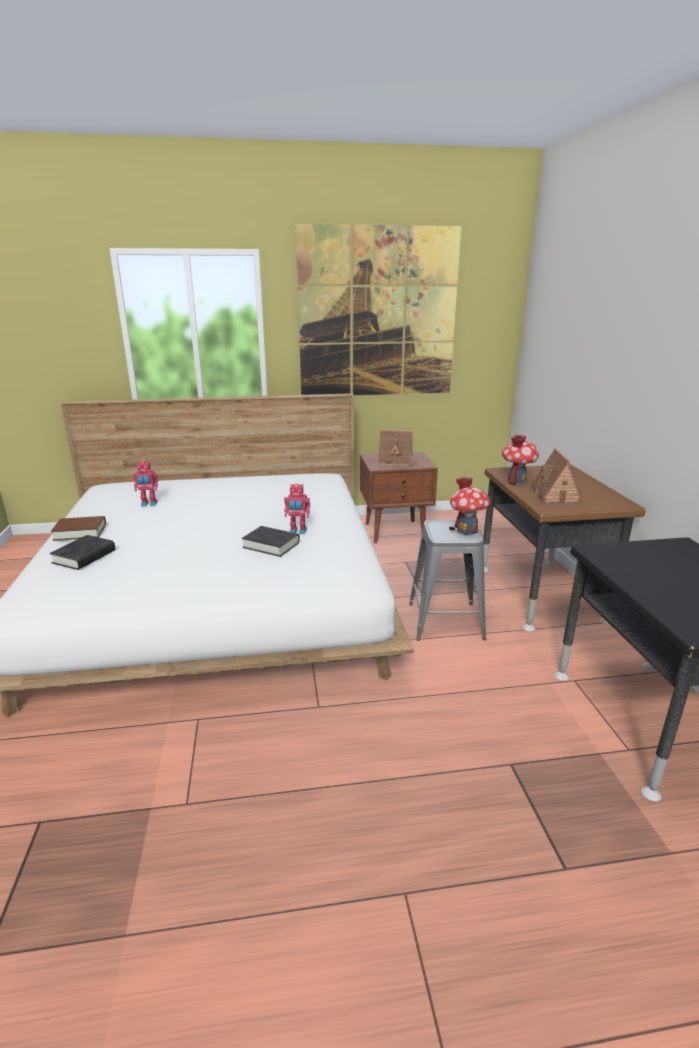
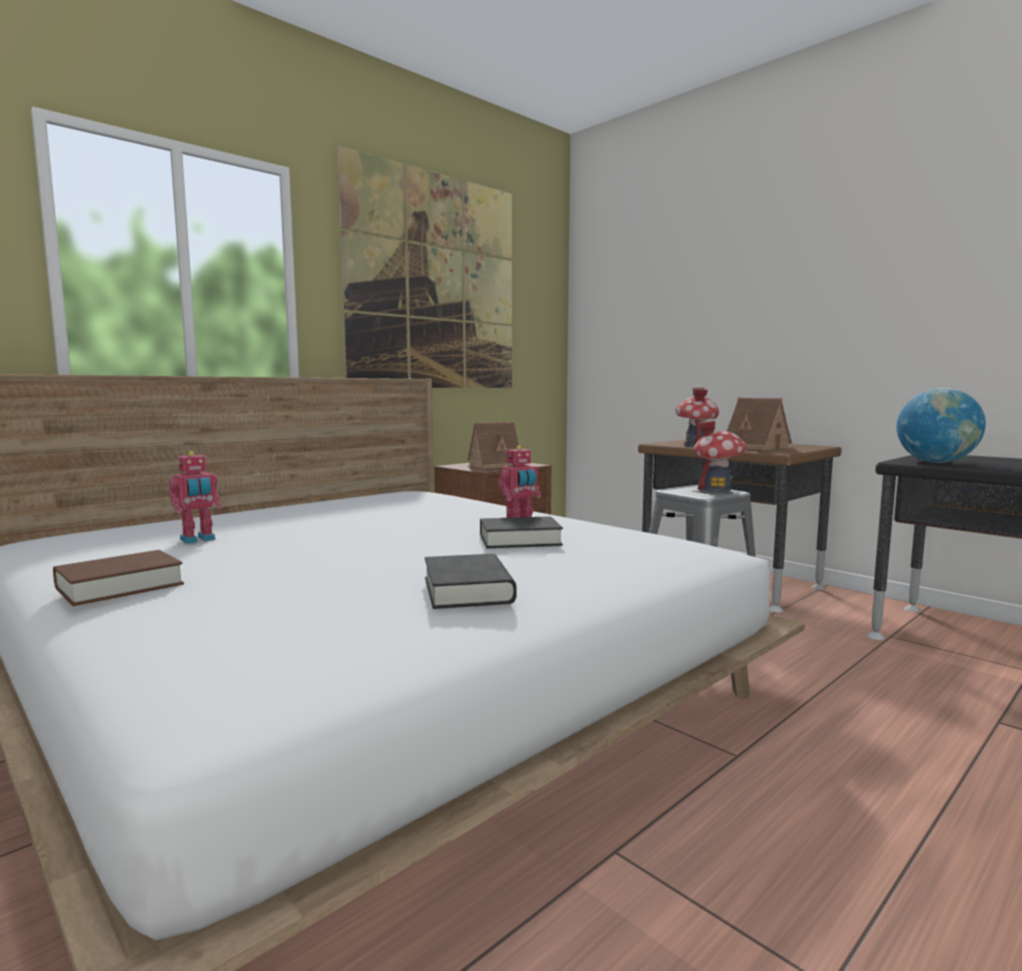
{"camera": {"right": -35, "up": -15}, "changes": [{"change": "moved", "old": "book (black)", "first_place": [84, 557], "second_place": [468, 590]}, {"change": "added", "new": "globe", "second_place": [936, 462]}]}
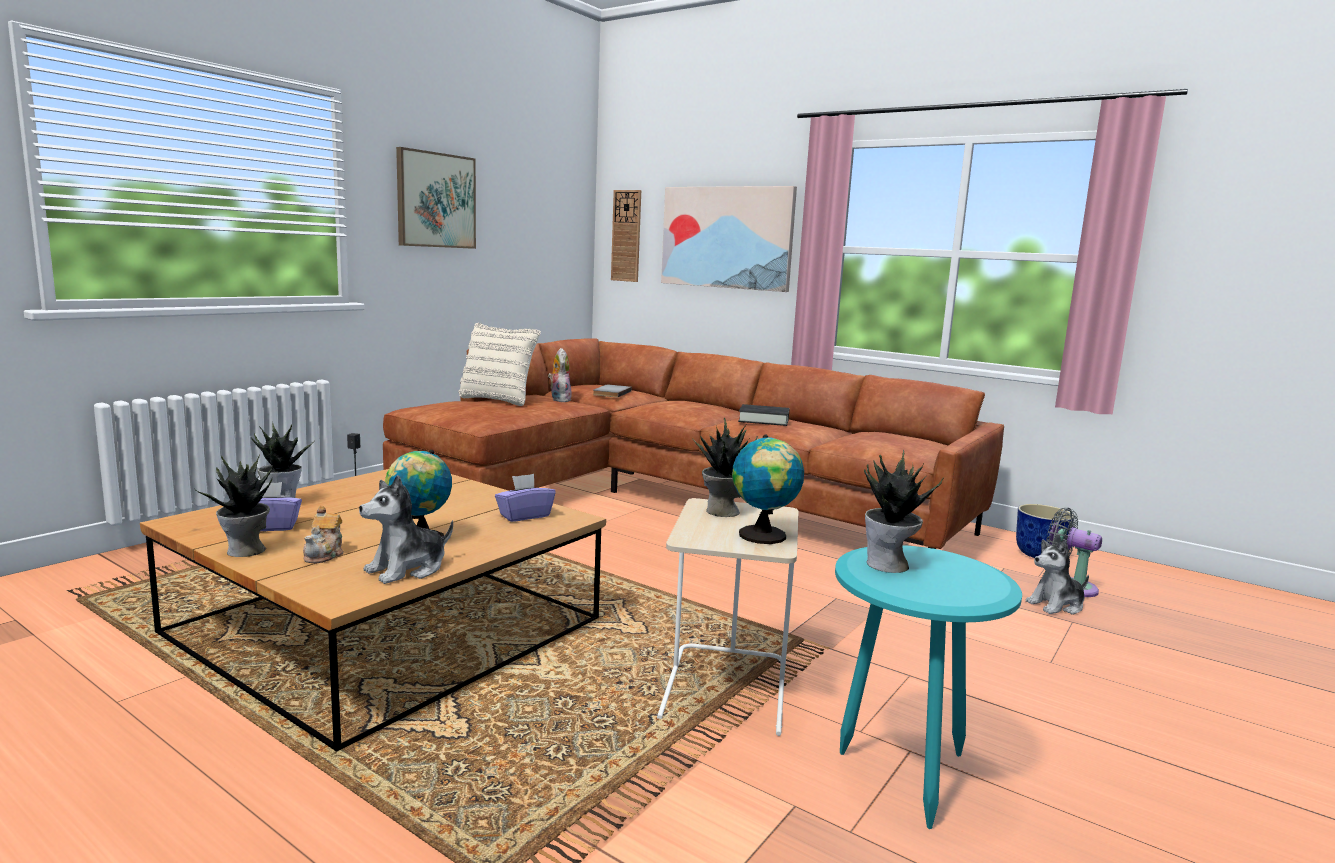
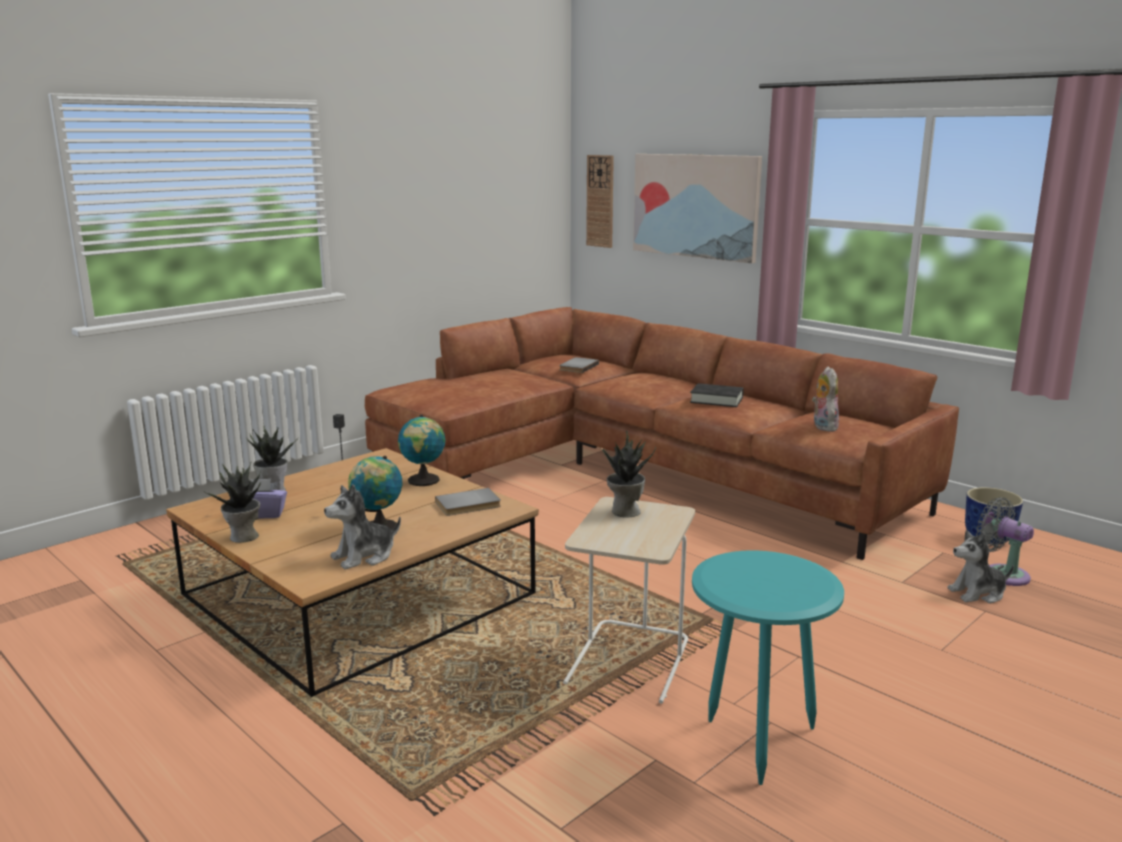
{"camera": {"right": 10, "up": 5}, "changes": [{"change": "removed", "old": "teapot", "first_place": [325, 554]}, {"change": "removed", "old": "picture", "first_place": [436, 200]}, {"change": "removed", "old": "pillow (beige)", "first_place": [498, 400]}, {"change": "replaced", "old": "tissue box (purple)", "new": "book (grey)", "first_place": [524, 515], "second_place": [469, 505]}, {"change": "moved", "old": "plush toy", "first_place": [559, 400], "second_place": [822, 426]}, {"change": "moved", "old": "globe", "first_place": [764, 537], "second_place": [423, 481]}, {"change": "removed", "old": "potted plant", "first_place": [888, 565]}]}
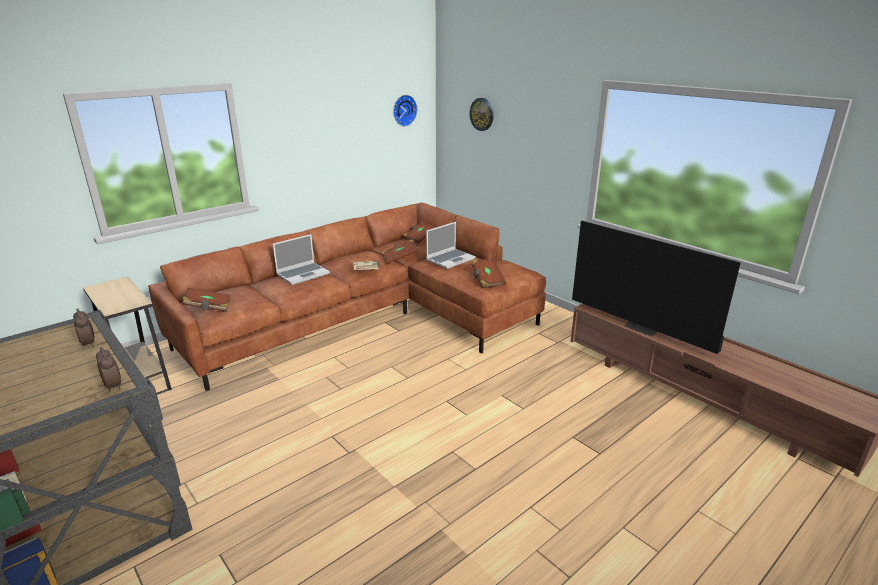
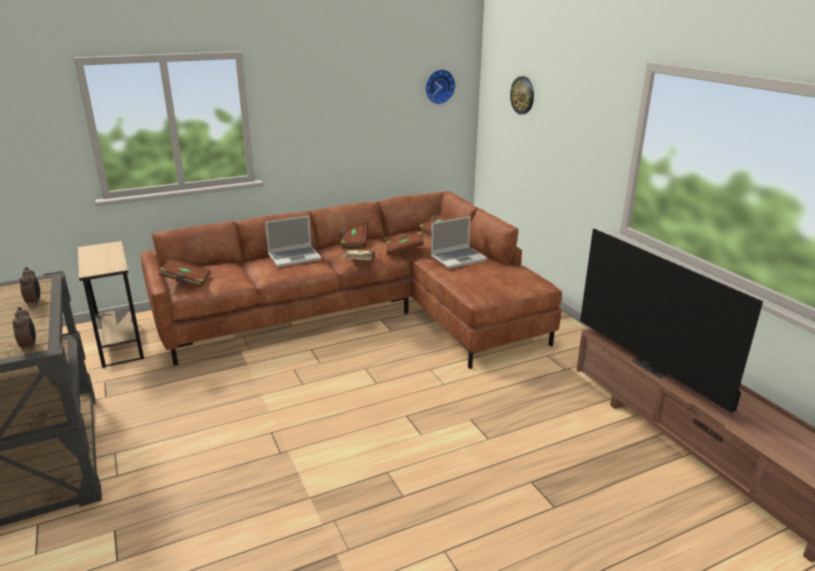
{"camera": {"right": 15, "up": 0}, "changes": [{"change": "moved", "old": "book (brown)", "first_place": [487, 280], "second_place": [354, 241]}]}
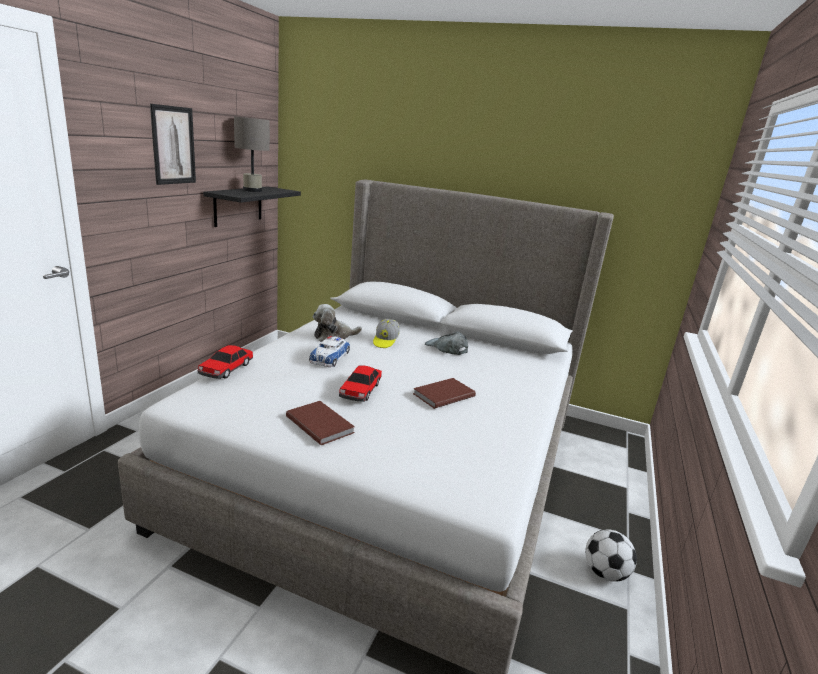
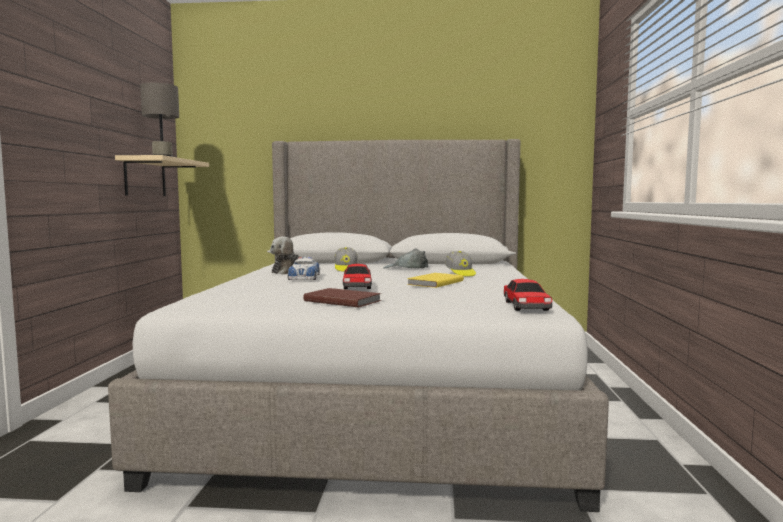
{"camera": {"right": -15, "up": -15}, "changes": [{"change": "removed", "old": "picture", "first_place": [173, 145]}, {"change": "moved", "old": "toy car", "first_place": [226, 369], "second_place": [526, 306]}, {"change": "recoloured", "old": "shelf (black)", "new": "shelf (beige)", "first_place": [238, 206], "second_place": [145, 177]}, {"change": "recoloured", "old": "book (brown)", "new": "book (yellow)", "first_place": [442, 395], "second_place": [434, 282]}, {"change": "removed", "old": "football", "first_place": [605, 573]}, {"change": "added", "new": "cap", "second_place": [460, 273]}]}
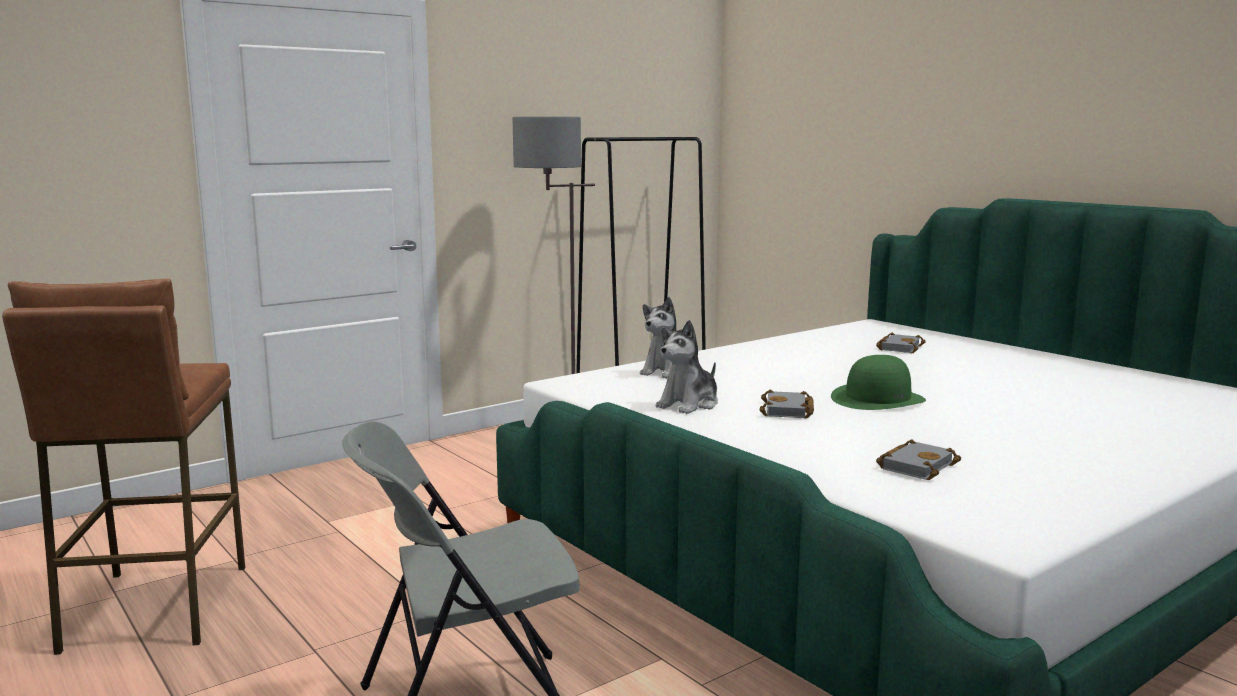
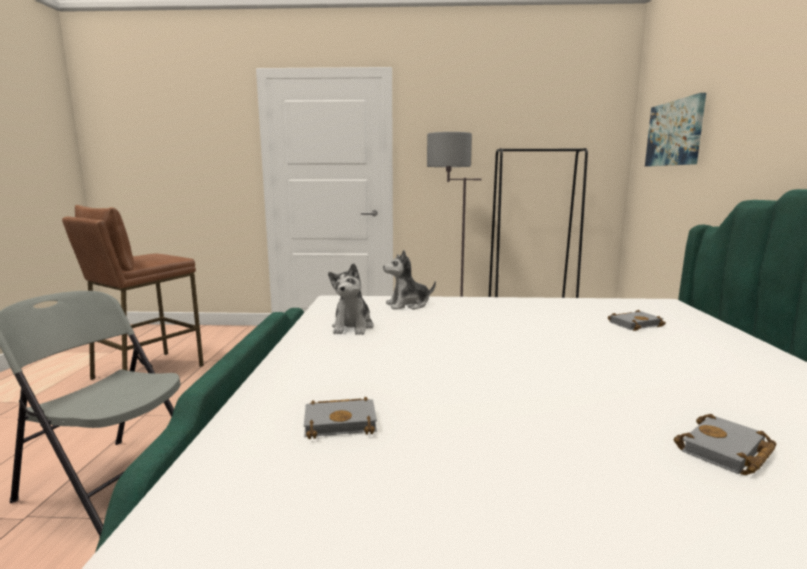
{"camera": {"right": 40, "up": 0}, "changes": [{"change": "turned", "old": "plush toy", "first_place": [689, 404], "second_place": [352, 327], "degrees": -75}, {"change": "moved", "old": "book (grey)", "first_place": [788, 411], "second_place": [726, 452]}, {"change": "removed", "old": "hat (green)", "first_place": [878, 399]}, {"change": "added", "new": "picture", "second_place": [674, 133]}]}
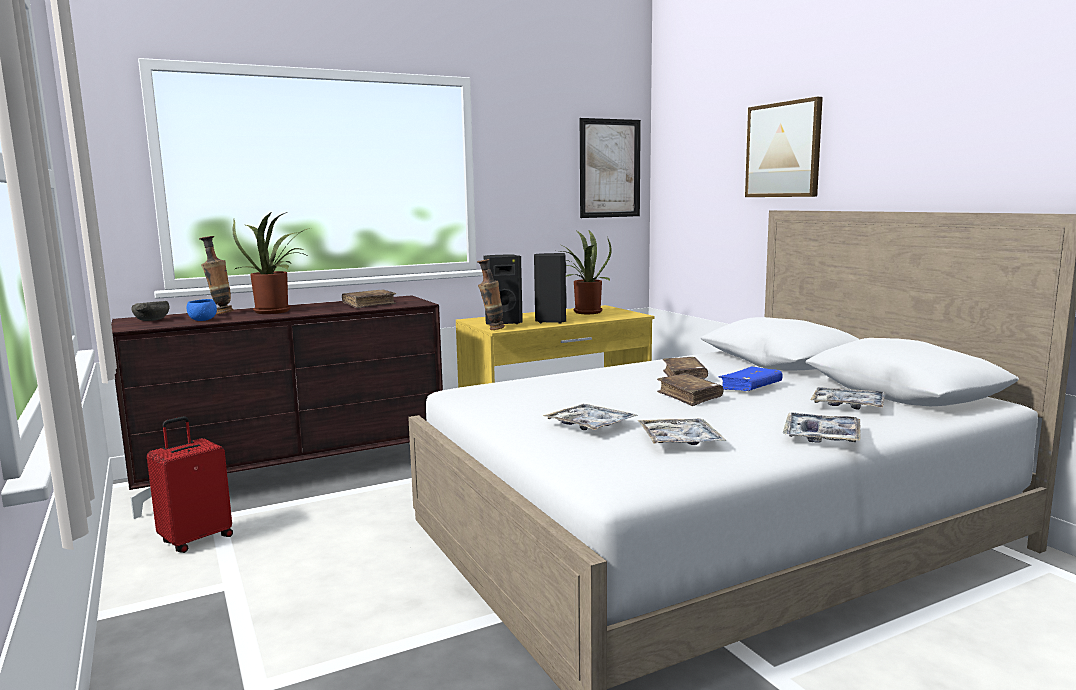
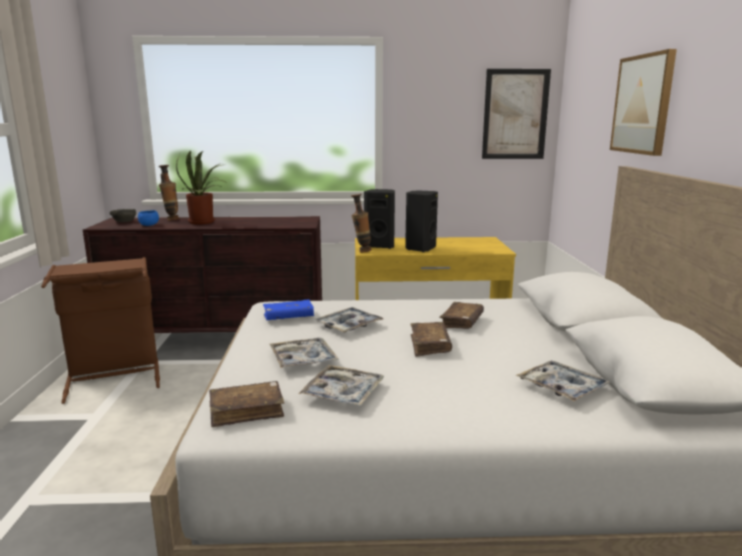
{"camera": {"right": 25, "up": 5}, "changes": [{"change": "replaced", "old": "suitcase (red)", "new": "laundry basket (brown)", "first_place": [196, 539], "second_place": [114, 376]}, {"change": "moved", "old": "book (brown)", "first_place": [369, 305], "second_place": [246, 411]}, {"change": "removed", "old": "potted plant", "first_place": [584, 312]}, {"change": "moved", "old": "book (blue)", "first_place": [750, 387], "second_place": [288, 317]}, {"change": "moved", "old": "tray", "first_place": [821, 436], "second_place": [348, 326]}]}
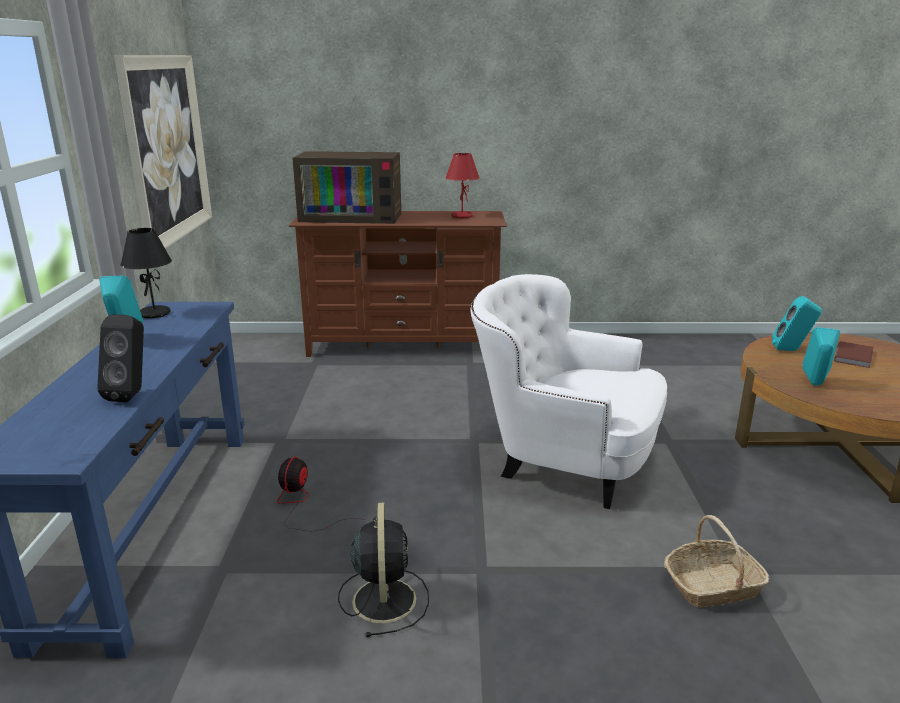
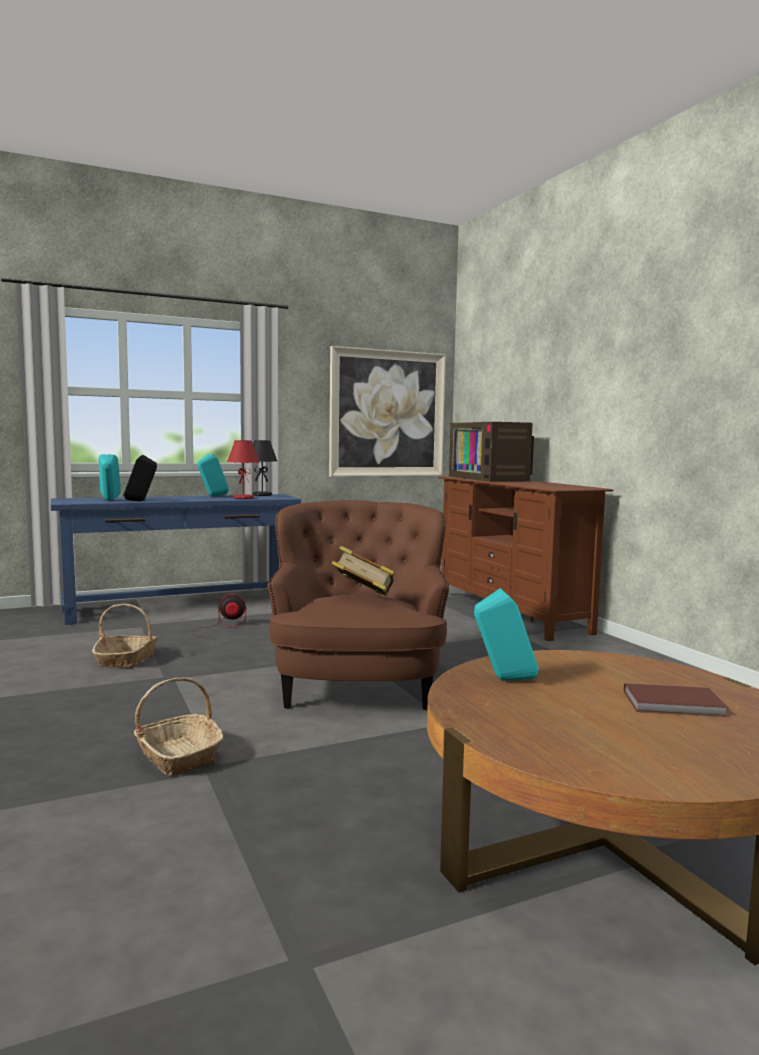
{"camera": {"right": 65, "up": -15}, "changes": [{"change": "replaced", "old": "fan (black)", "new": "basket", "first_place": [384, 598], "second_place": [127, 659]}, {"change": "moved", "old": "table lamp (red)", "first_place": [461, 216], "second_place": [243, 498]}, {"change": "recoloured", "old": "armchair (white)", "new": "armchair (brown)", "first_place": [563, 461], "second_place": [358, 684]}, {"change": "moved", "old": "speaker (turquoise)", "first_place": [791, 350], "second_place": [109, 501]}, {"change": "added", "new": "book", "second_place": [363, 598]}]}
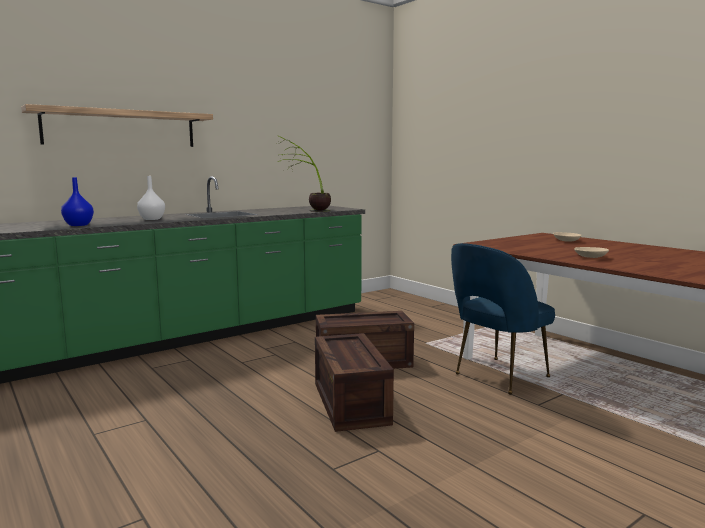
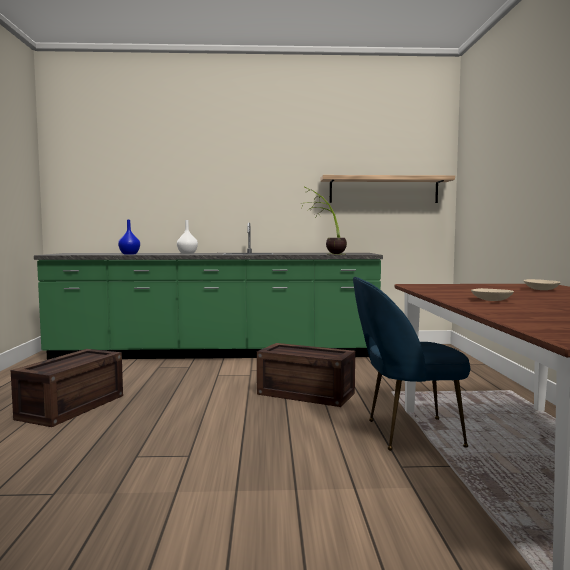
{"camera": {"right": 35, "up": -5}, "changes": [{"change": "moved", "old": "shelf", "first_place": [121, 128], "second_place": [383, 190]}, {"change": "moved", "old": "crate", "first_place": [348, 402], "second_place": [72, 406]}]}
